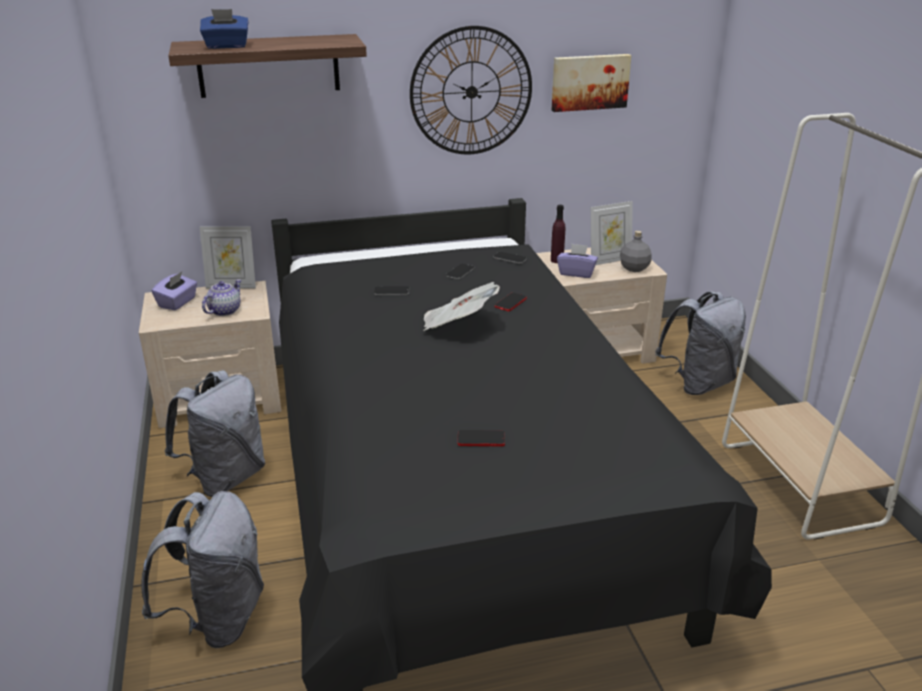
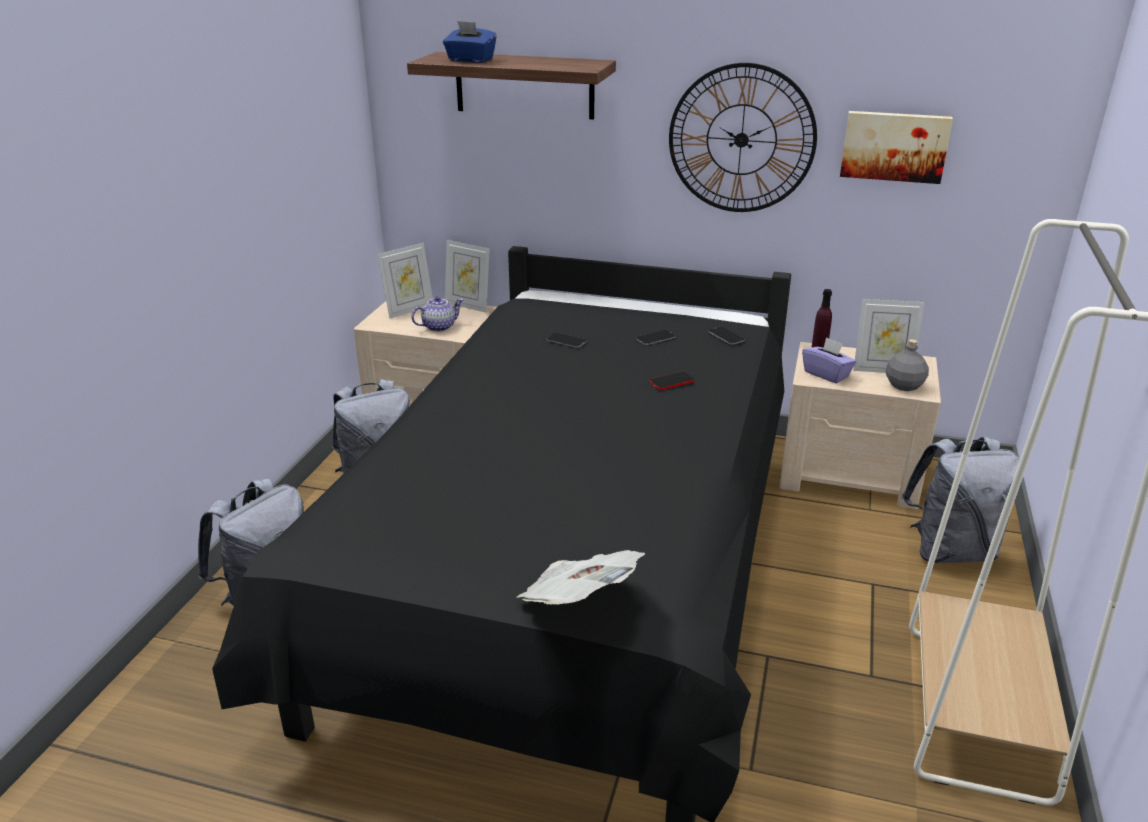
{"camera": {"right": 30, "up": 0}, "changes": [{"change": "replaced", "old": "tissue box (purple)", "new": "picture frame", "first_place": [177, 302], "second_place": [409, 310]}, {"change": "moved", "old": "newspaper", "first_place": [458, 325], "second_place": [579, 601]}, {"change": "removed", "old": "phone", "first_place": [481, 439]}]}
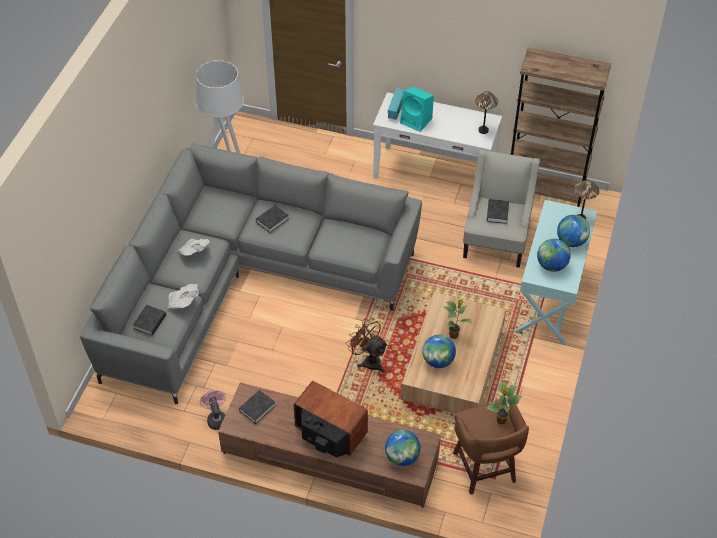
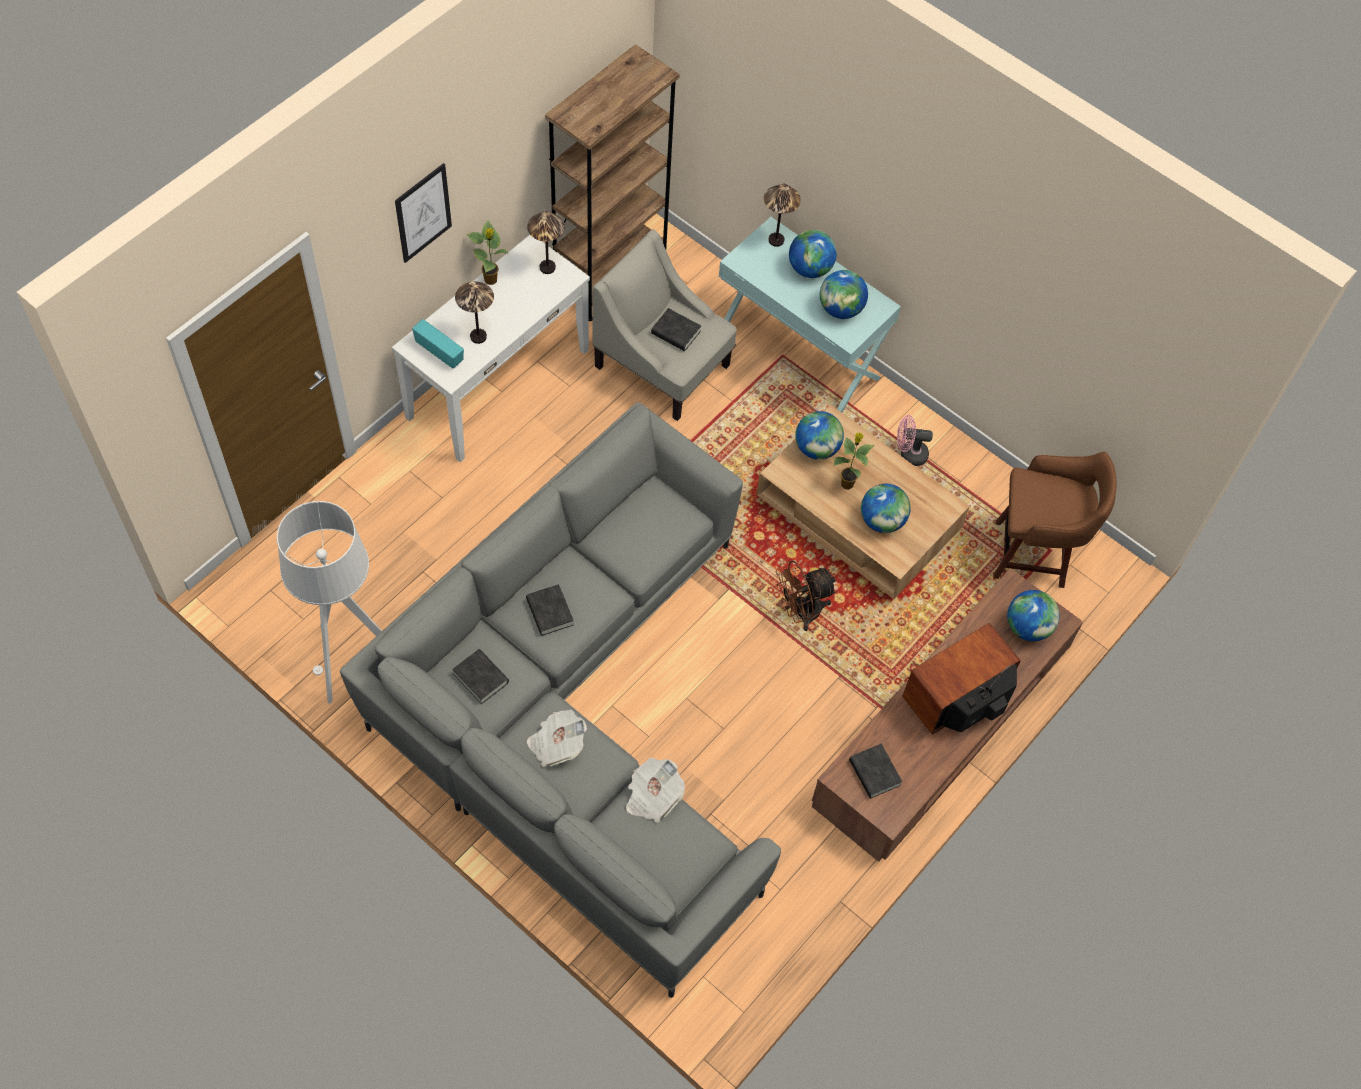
{"camera": {"right": -70, "up": 10}, "changes": [{"change": "moved", "old": "book (black)", "first_place": [150, 322], "second_place": [481, 678]}, {"change": "moved", "old": "fan (pink)", "first_place": [216, 418], "second_place": [909, 454]}, {"change": "replaced", "old": "speaker (turquoise)", "new": "table lamp", "first_place": [417, 121], "second_place": [478, 336]}, {"change": "moved", "old": "potted plant", "first_place": [501, 421], "second_place": [491, 280]}, {"change": "added", "new": "picture", "second_place": [423, 213]}, {"change": "added", "new": "globe", "second_place": [817, 448]}]}
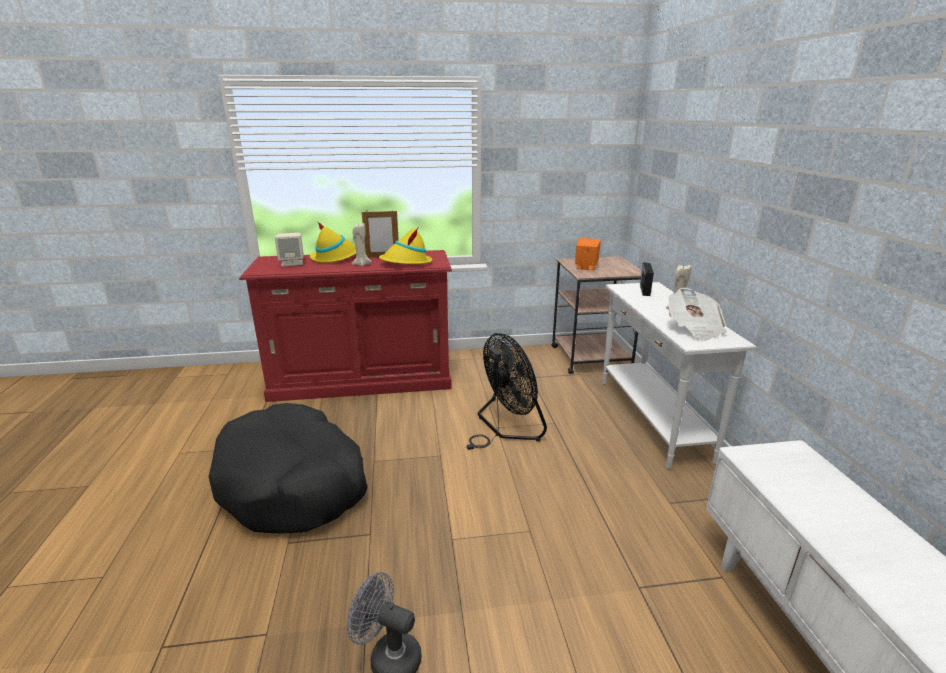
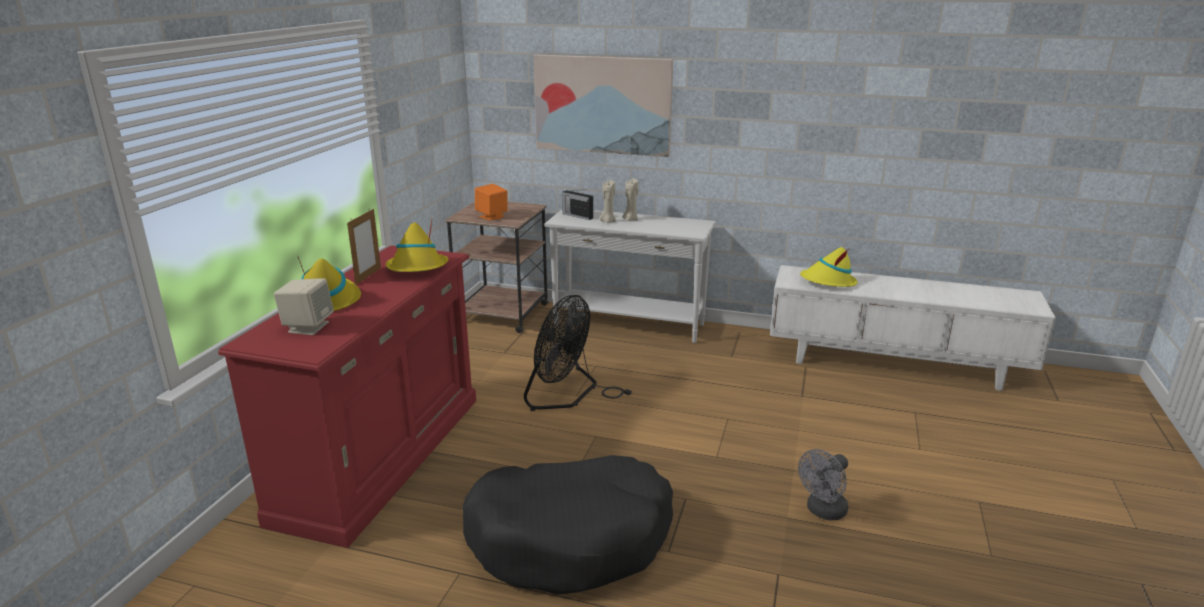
{"camera": {"right": -65, "up": 0}, "changes": [{"change": "moved", "old": "candle (beige)", "first_place": [361, 265], "second_place": [608, 221]}, {"change": "turned", "old": "fan (black)", "first_place": [501, 425], "second_place": [574, 391], "degrees": -60}, {"change": "removed", "old": "newspaper", "first_place": [694, 329]}, {"change": "added", "new": "picture", "second_place": [603, 105]}, {"change": "added", "new": "hat (yellow)", "second_place": [828, 282]}]}
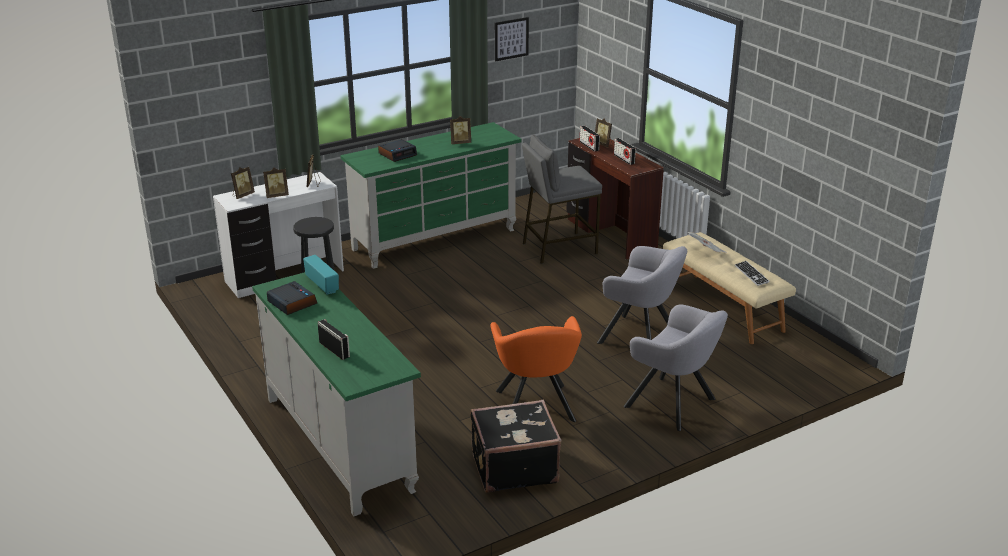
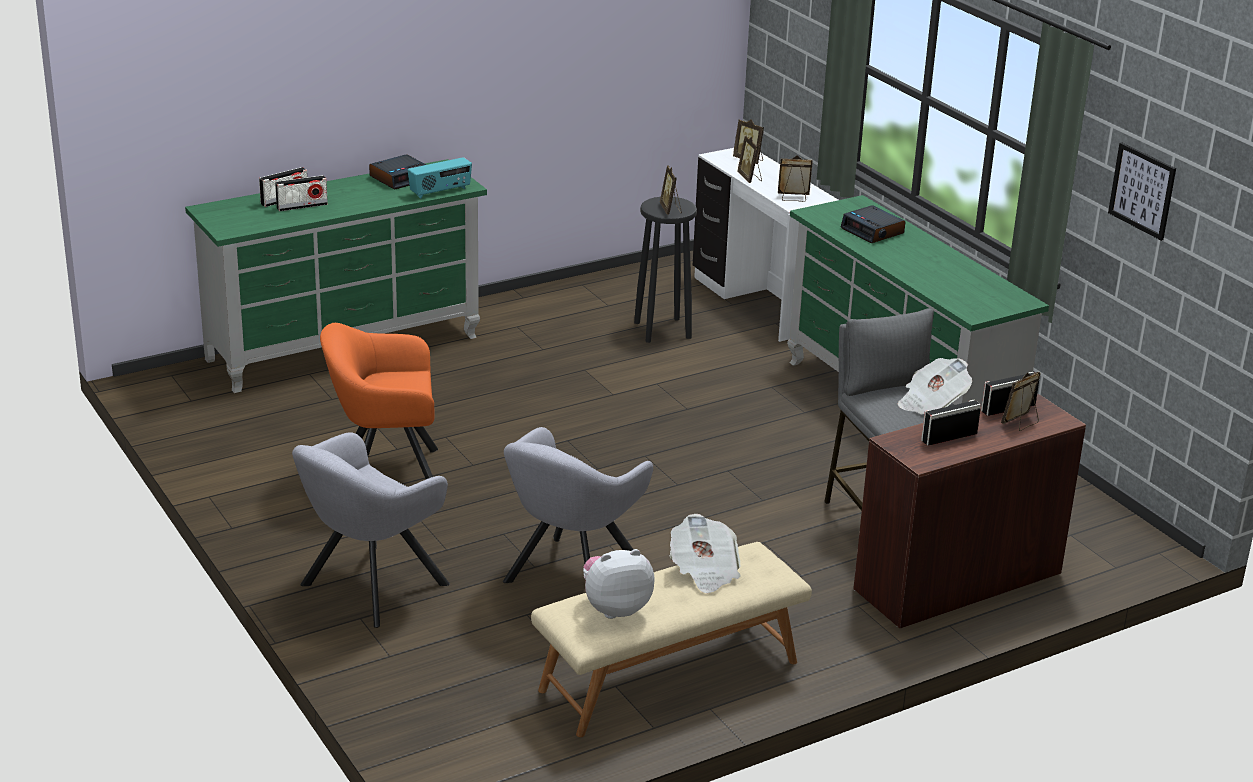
{"camera": {"right": 90, "up": 0}, "changes": [{"change": "moved", "old": "picture frame", "first_place": [460, 143], "second_place": [671, 209]}, {"change": "removed", "old": "suitcase (black)", "first_place": [513, 467]}, {"change": "replaced", "old": "keyboard", "new": "plush toy", "first_place": [751, 274], "second_place": [615, 608]}, {"change": "added", "new": "radio", "second_place": [302, 206]}, {"change": "added", "new": "newspaper", "second_place": [931, 403]}]}
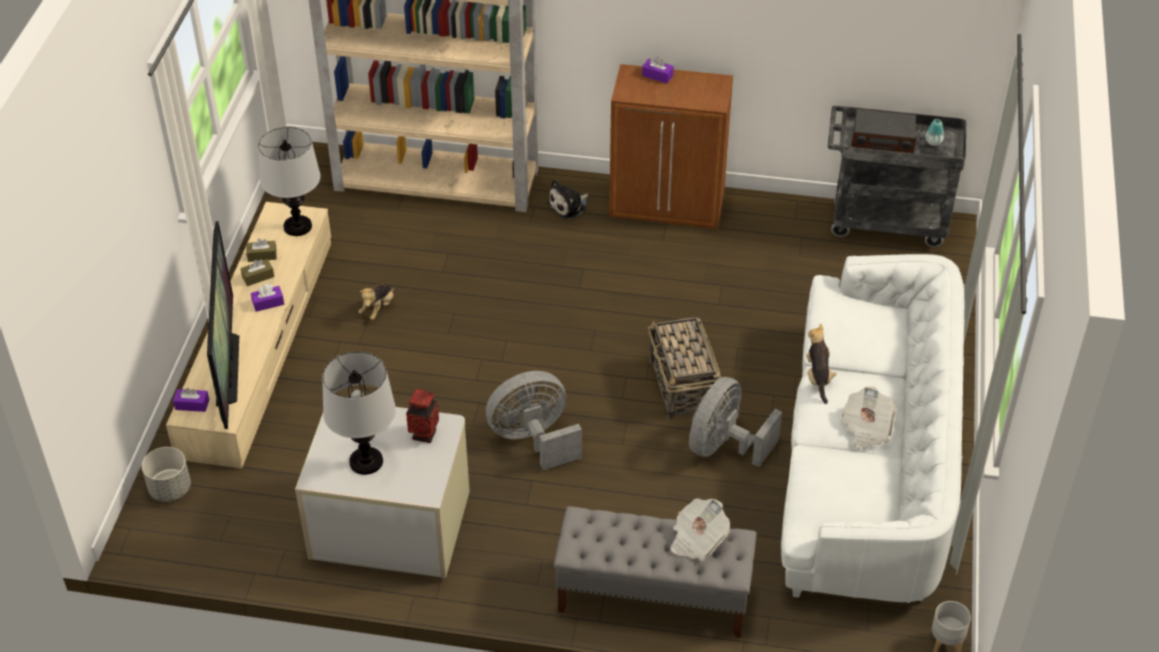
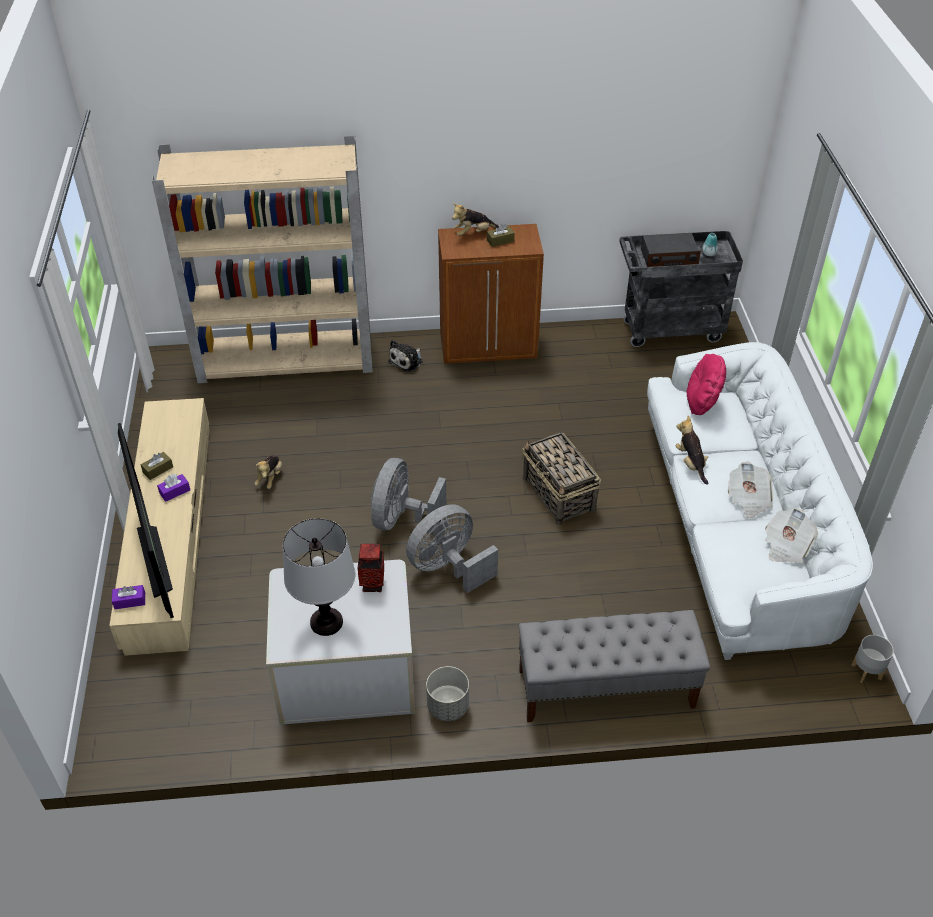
{"camera": {"right": -15, "up": 0}, "changes": [{"change": "moved", "old": "planter (grey)", "first_place": [170, 489], "second_place": [447, 706]}, {"change": "moved", "old": "tissue box (brown)", "first_place": [262, 255], "second_place": [500, 241]}, {"change": "removed", "old": "table lamp", "first_place": [297, 227]}, {"change": "replaced", "old": "tissue box (purple)", "new": "plush toy", "first_place": [657, 75], "second_place": [473, 233]}, {"change": "moved", "old": "newspaper", "first_place": [697, 539], "second_place": [786, 546]}, {"change": "moved", "old": "fan (grey)", "first_place": [724, 447], "second_place": [401, 518]}, {"change": "added", "new": "pillow (pink)", "second_place": [701, 404]}]}
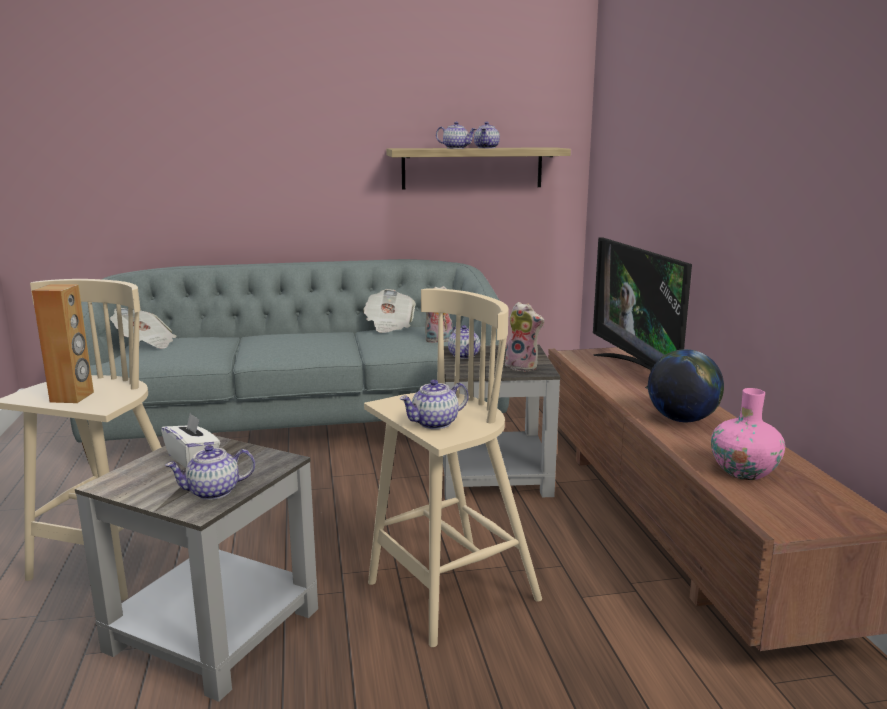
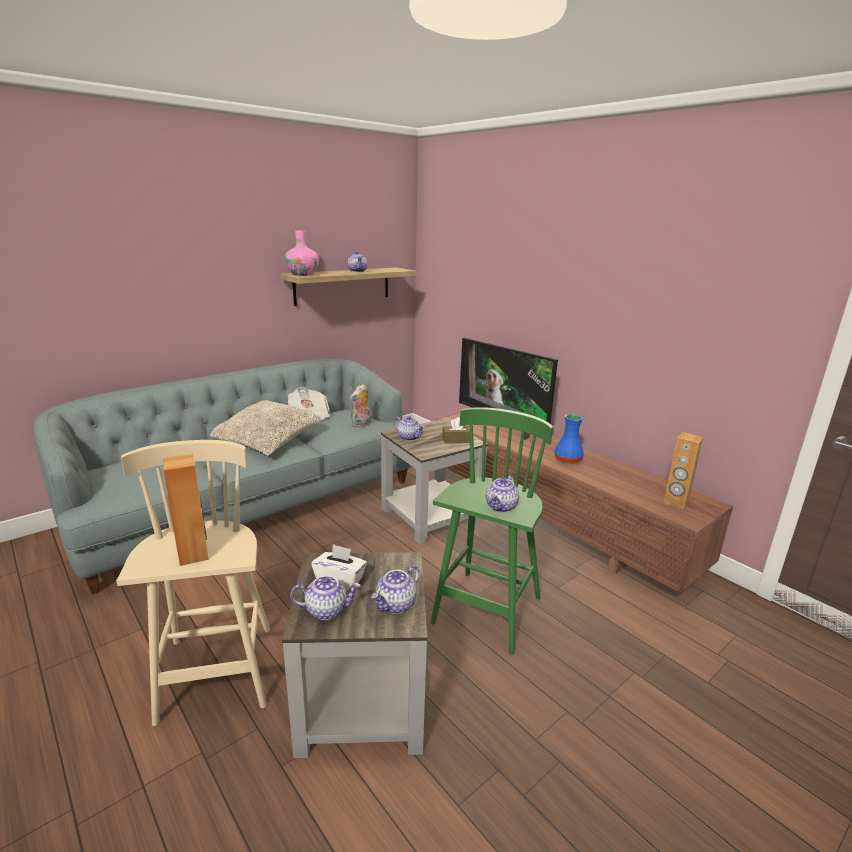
{"camera": {"right": -30, "up": 5}, "changes": [{"change": "removed", "old": "newspaper", "first_place": [146, 343]}, {"change": "recoloured", "old": "stool (beige)", "new": "stool (green)", "first_place": [448, 593], "second_place": [486, 612]}, {"change": "moved", "old": "teapot", "first_place": [456, 148], "second_place": [327, 610]}, {"change": "replaced", "old": "plush toy", "new": "tissue box (brown)", "first_place": [523, 366], "second_place": [457, 440]}, {"change": "replaced", "old": "globe", "new": "vase (blue)", "first_place": [682, 420], "second_place": [567, 459]}, {"change": "moved", "old": "vase (pink)", "first_place": [744, 471], "second_place": [302, 274]}, {"change": "added", "new": "pillow (beige)", "second_place": [266, 439]}, {"change": "added", "new": "speaker (brown)", "second_place": [675, 502]}]}
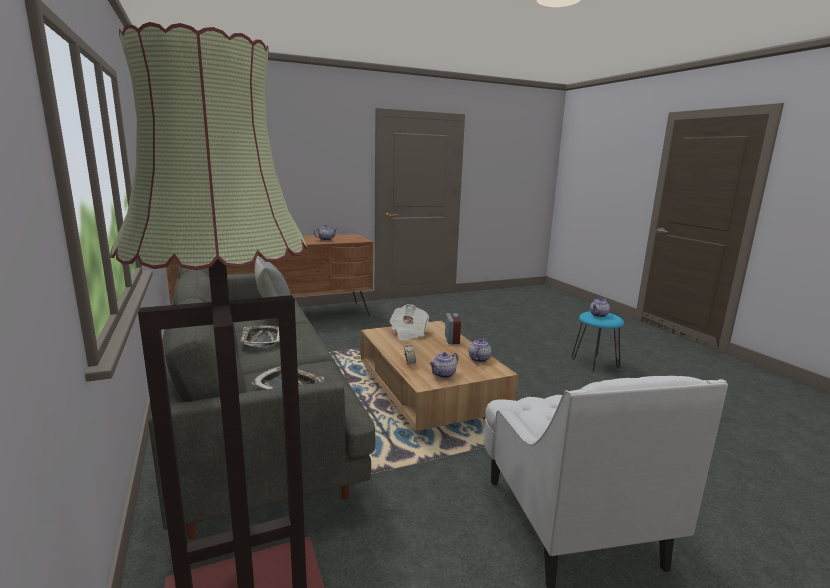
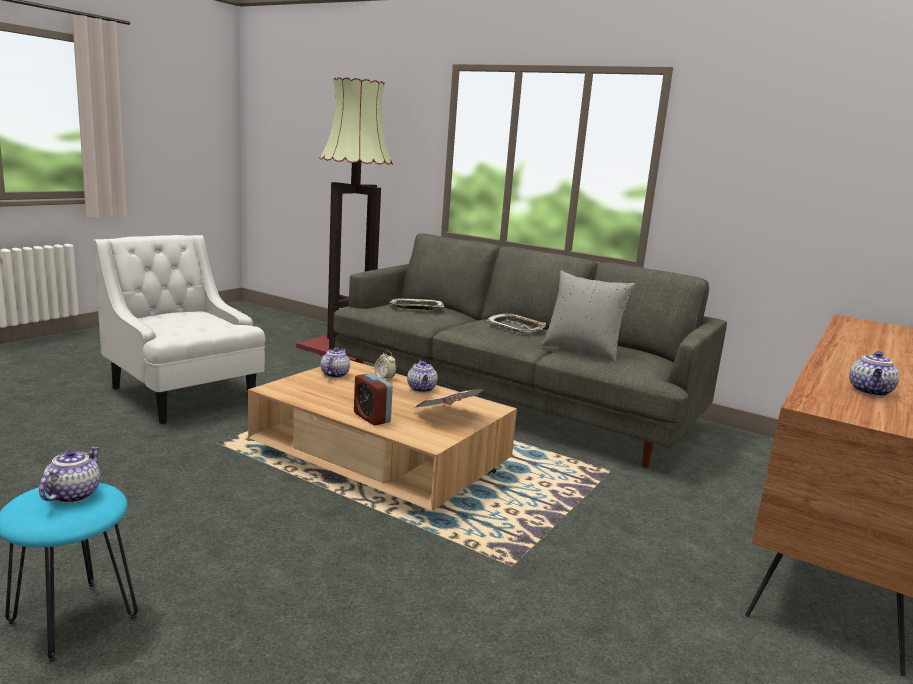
{"camera": {"right": 145, "up": 0}, "changes": [{"change": "moved", "old": "teapot", "first_place": [479, 359], "second_place": [422, 389]}]}
